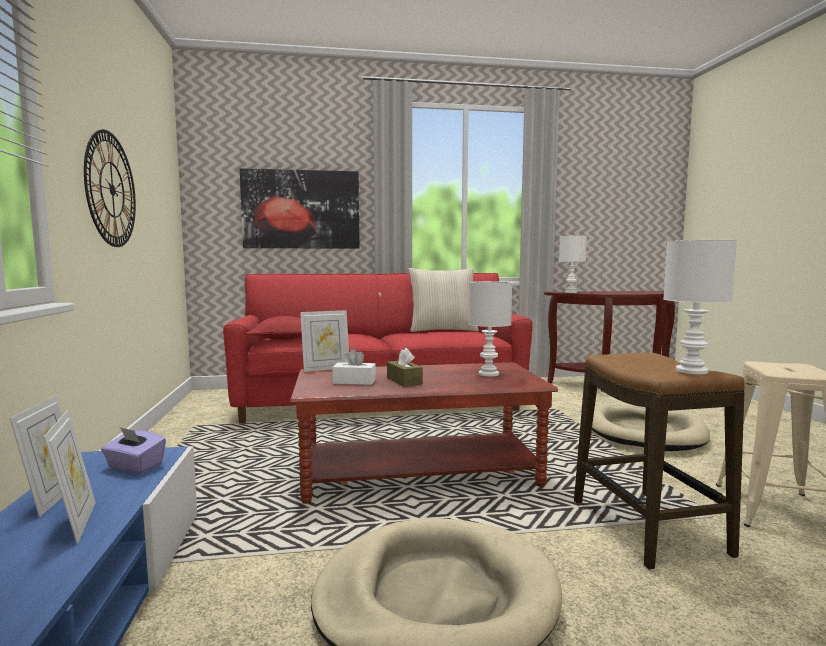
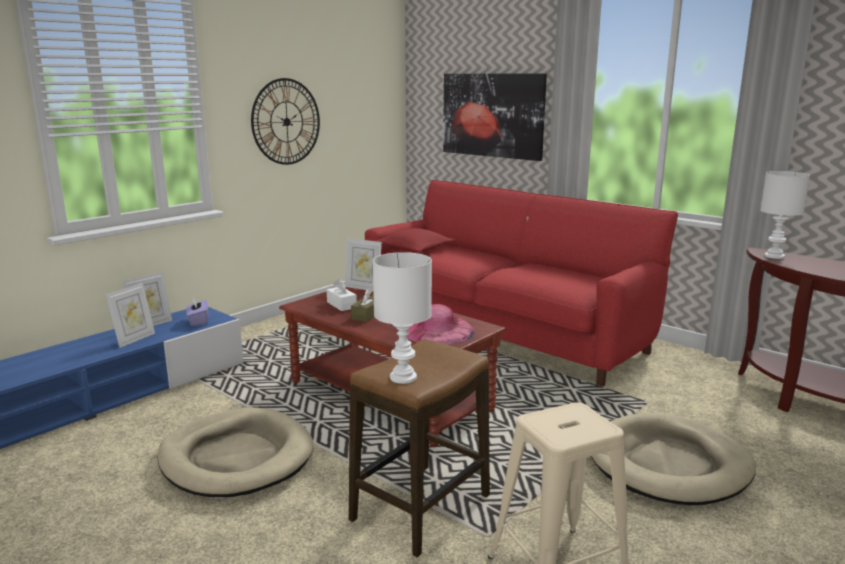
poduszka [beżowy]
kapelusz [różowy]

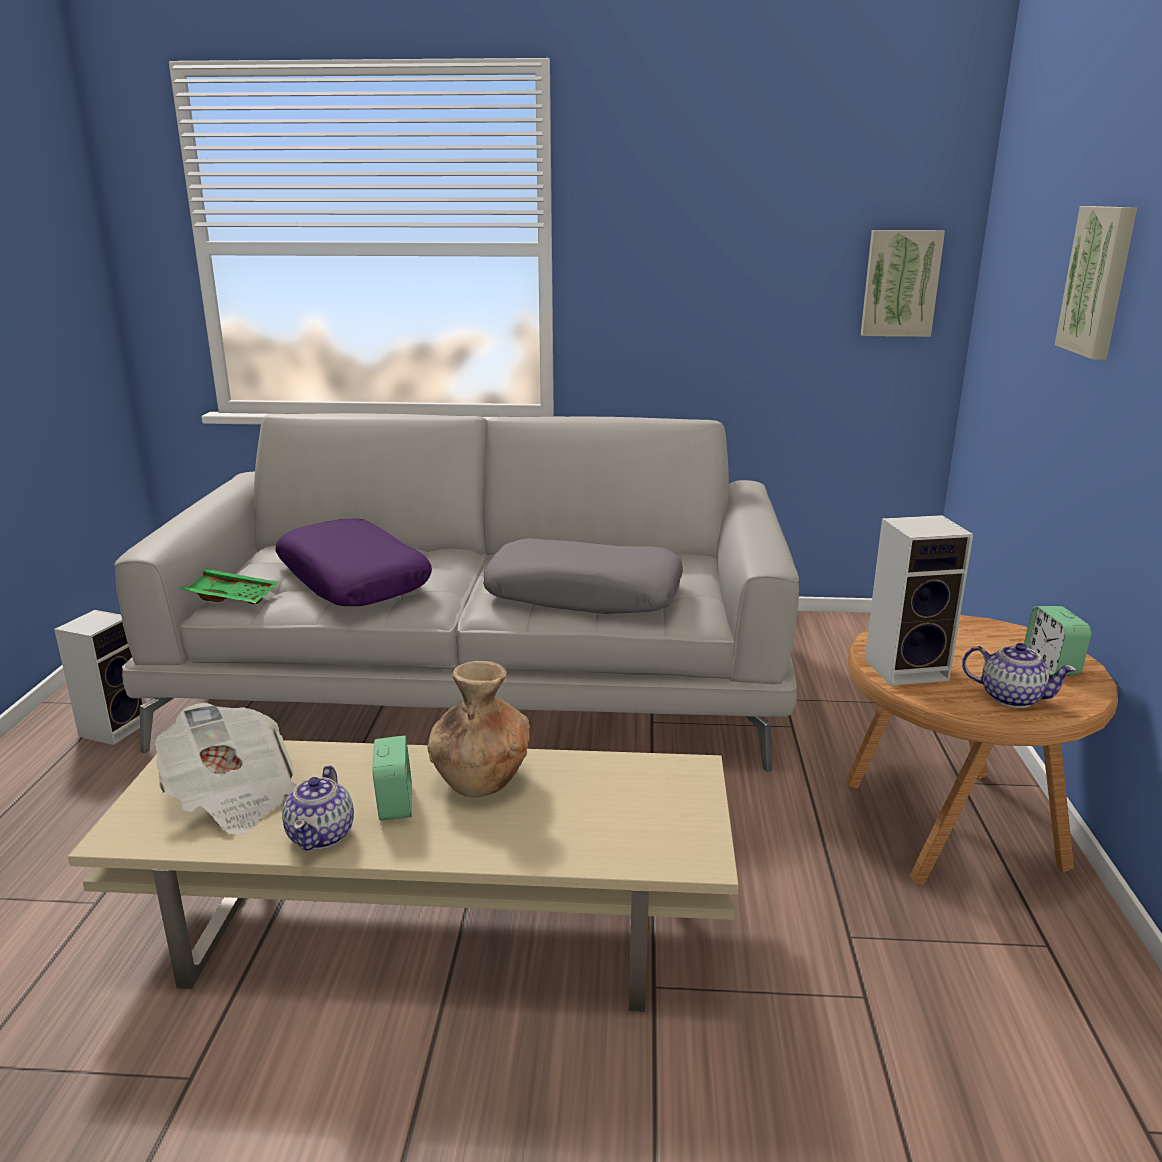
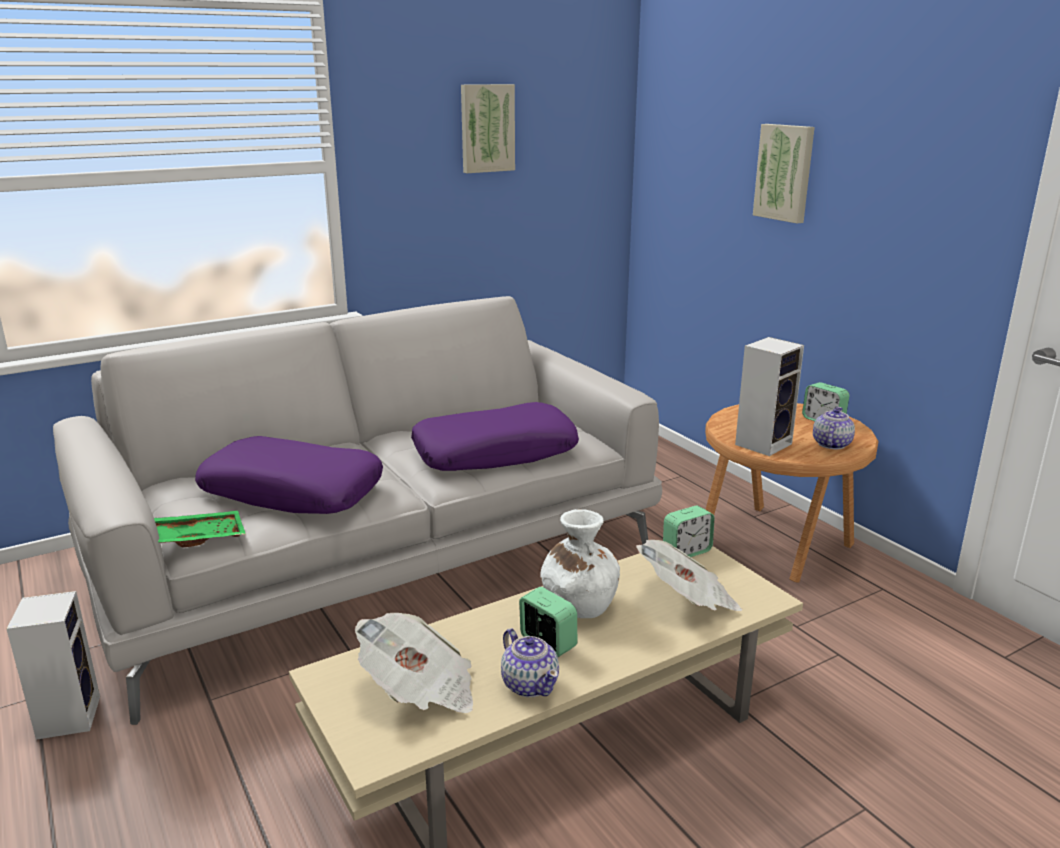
wazon [biały]
poduszka [fioletowy] (no. 2 from left)
obraz (no. 1 from left)
imbryk (no. 2 from left)
gazeta (no. 2 from left)
budzik (no. 2 from left)

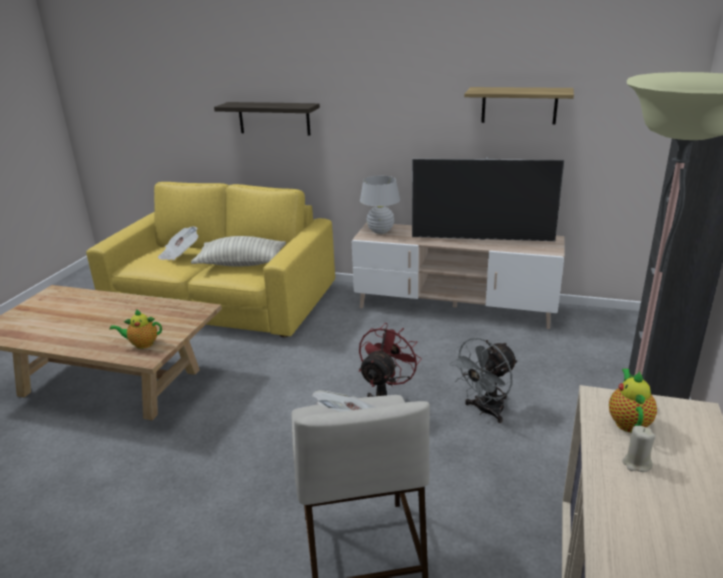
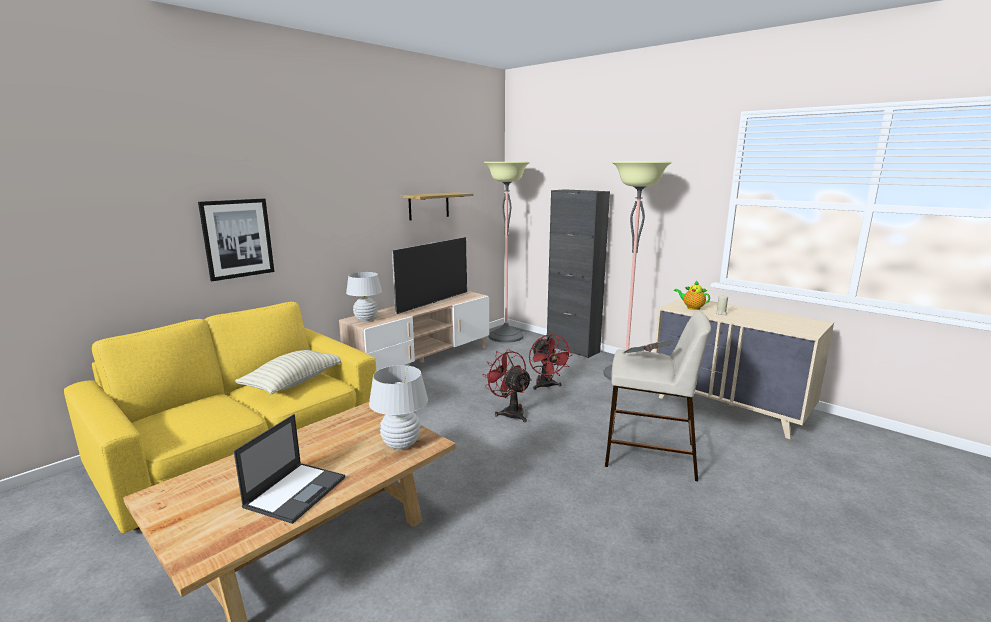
lampa stołowa [biały] (no. 2 from left)
gazeta (no. 1 from left in the first image)
obraz
wentylator [czerwony] (no. 2 from left)
laptop
lampa stojąca (no. 1 from left)

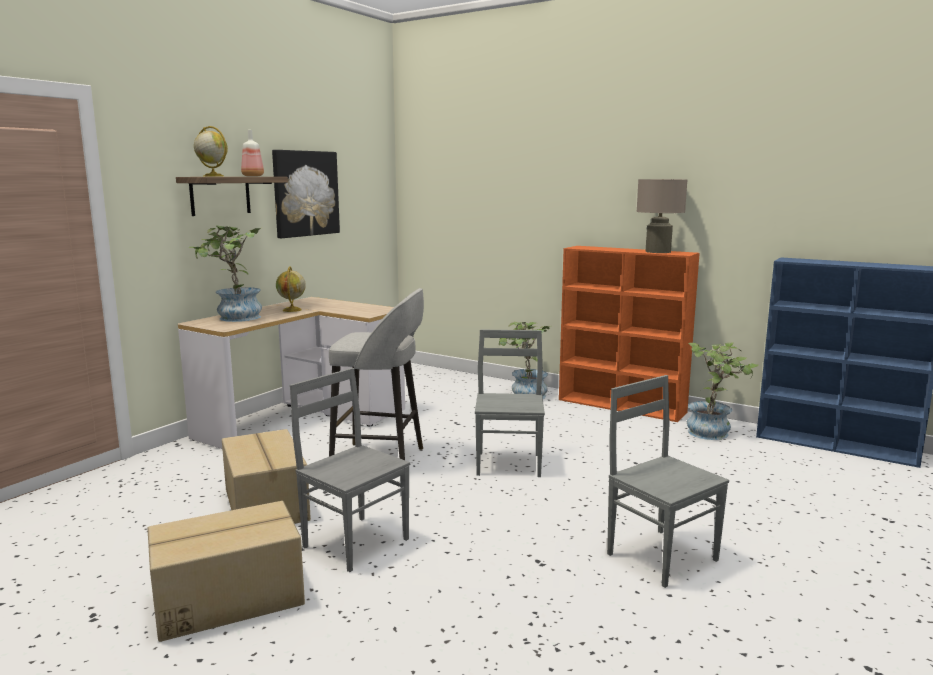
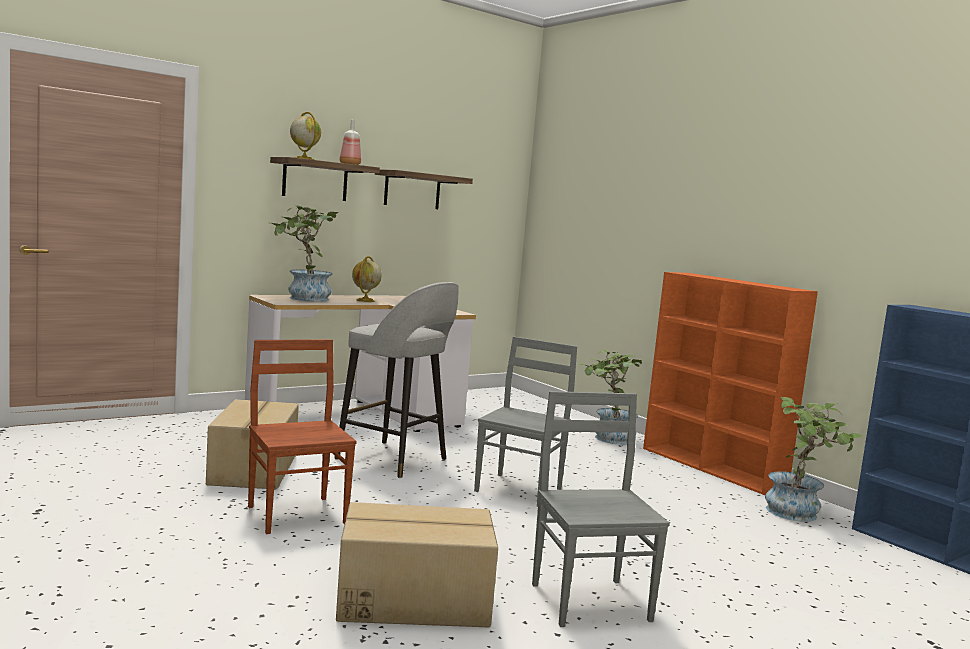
karton (no. 2 from left)
półka (no. 2 from left)
krzesło [brązowy]
lampa stołowa [beżowy]

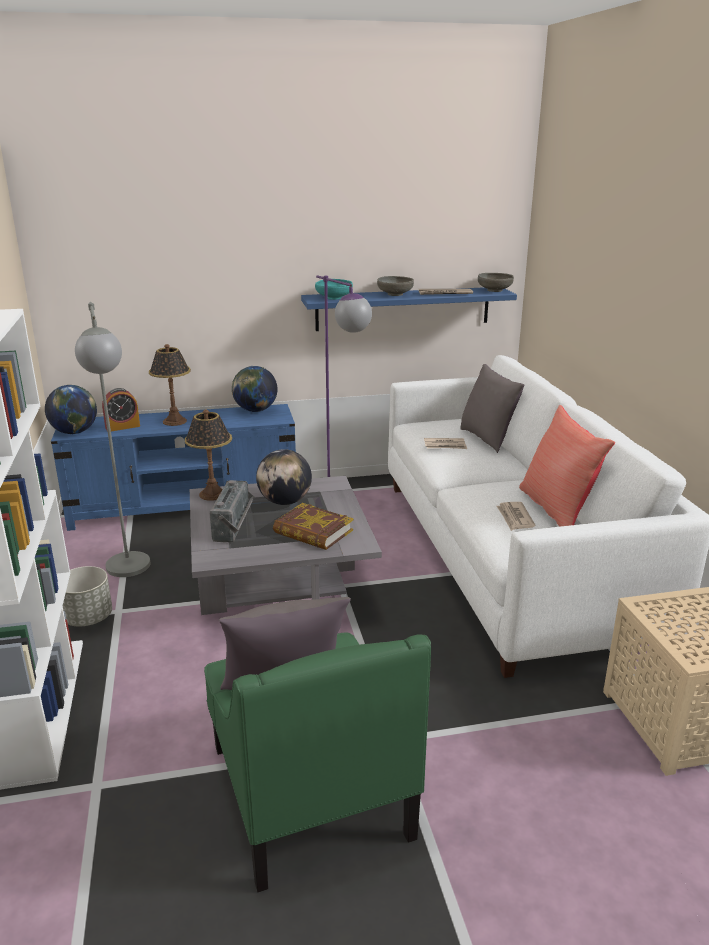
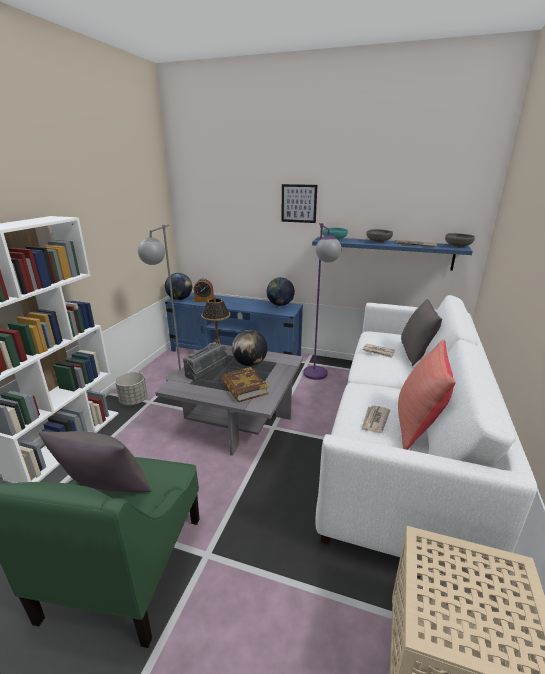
lampa stołowa (no. 1 from left in the first image)
obraz

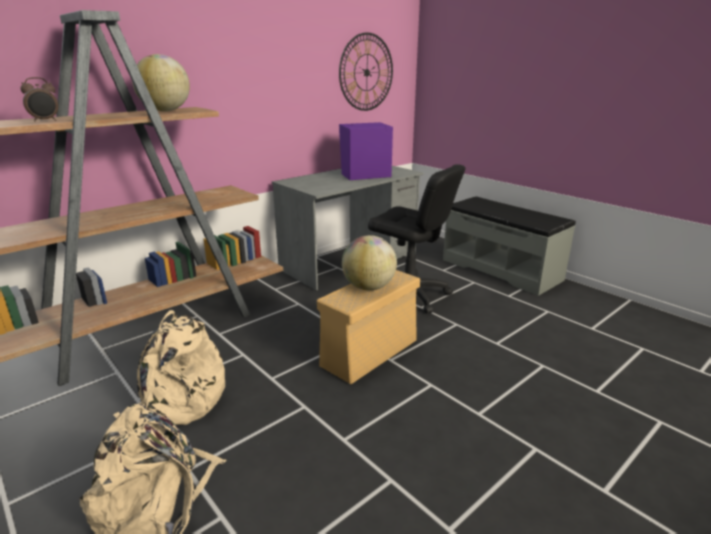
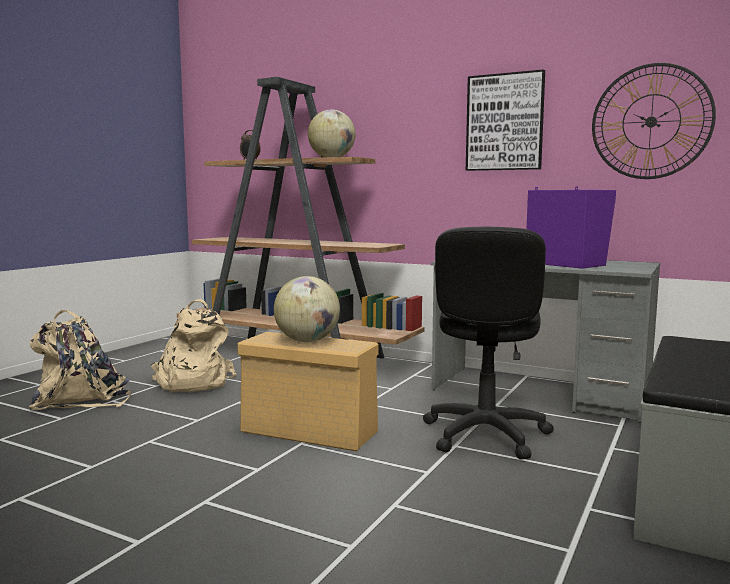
obraz

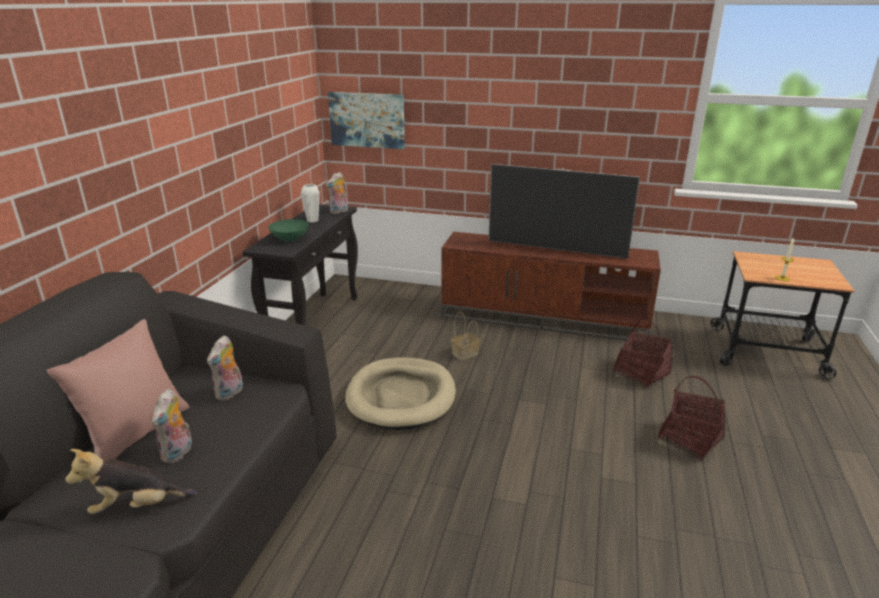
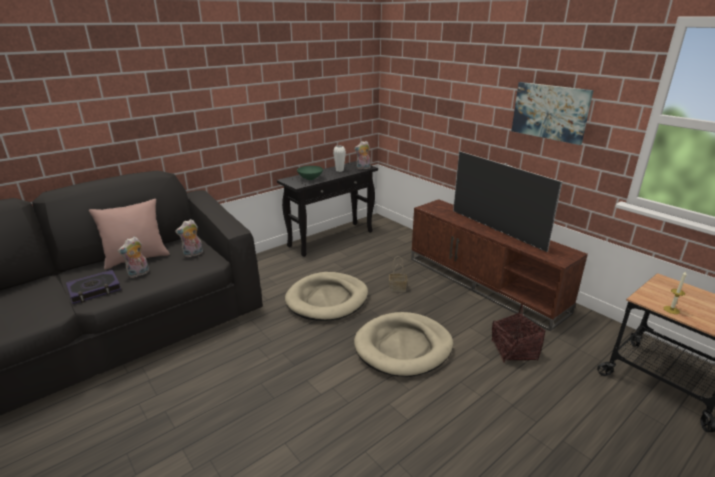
książka
obraz
koszyk (no. 3 from left in the first image)
legowisko [beżowy] (no. 2 from left)

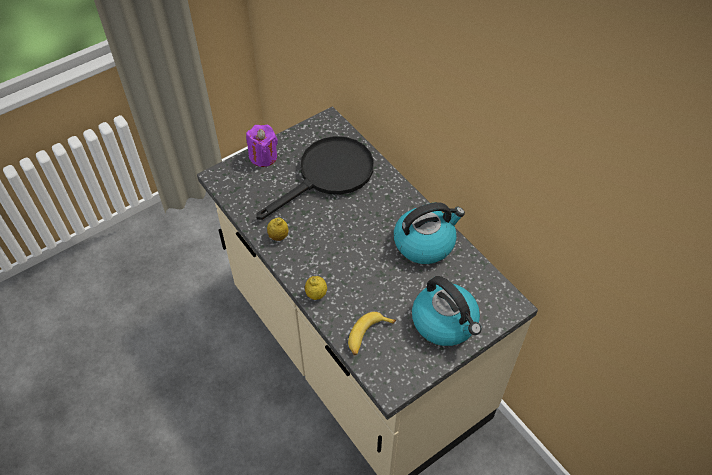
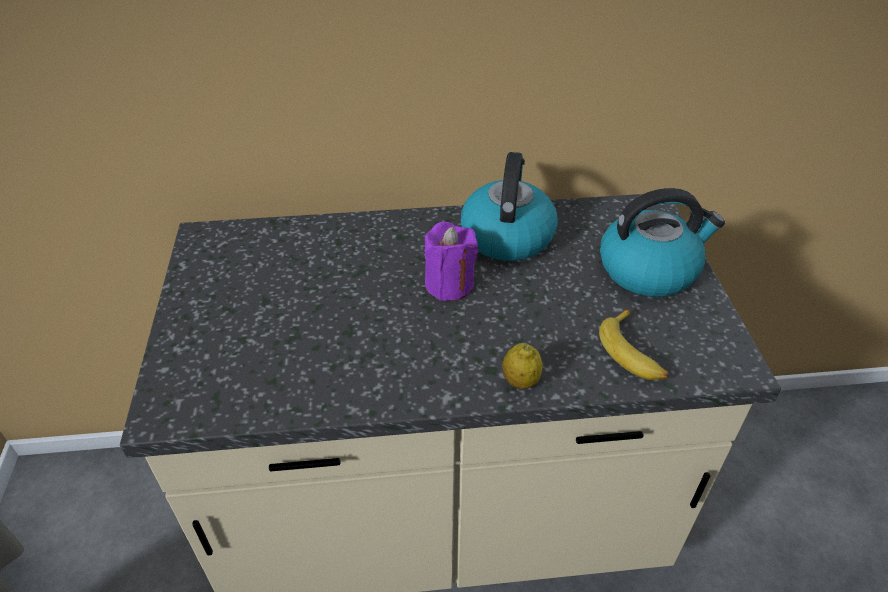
świeca [fioletowy]
patelnia [czarny]
cytryna (no. 1 from left in the first image)

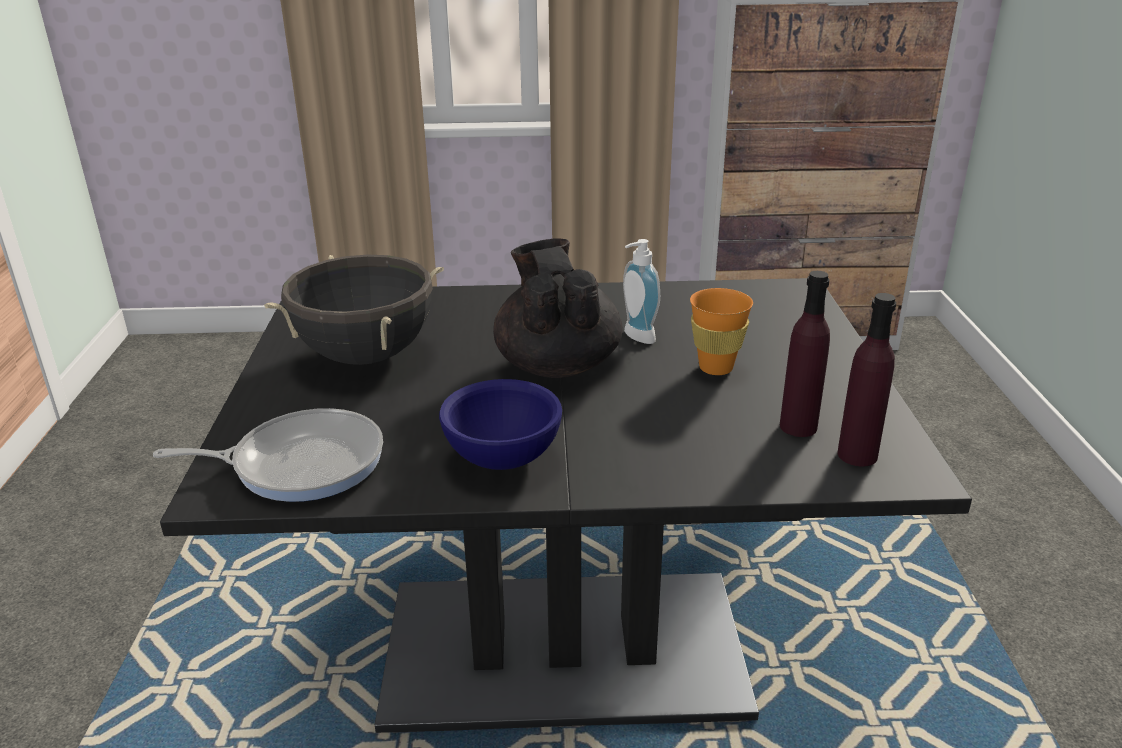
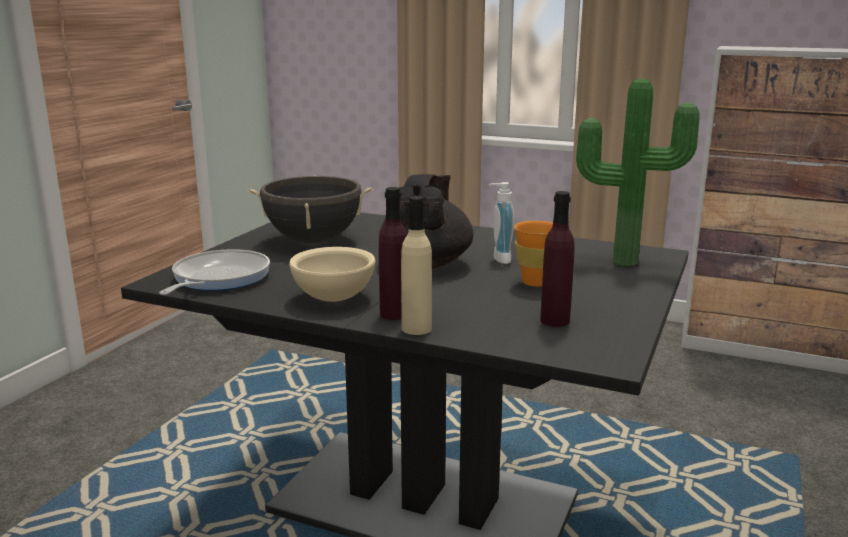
patelnia
miska [beżowy]
butelka [fioletowy] (no. 1 from left)
butelka [beżowy]
roślina doniczkowa

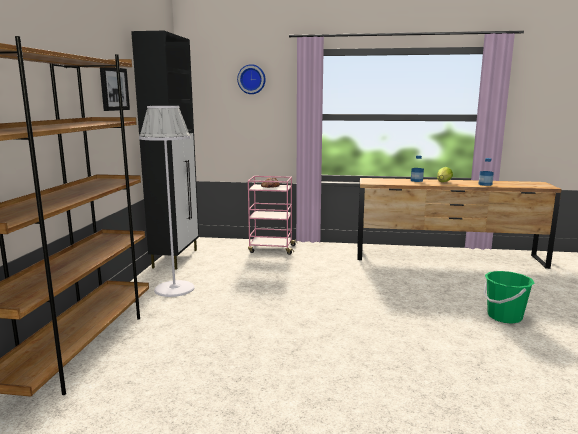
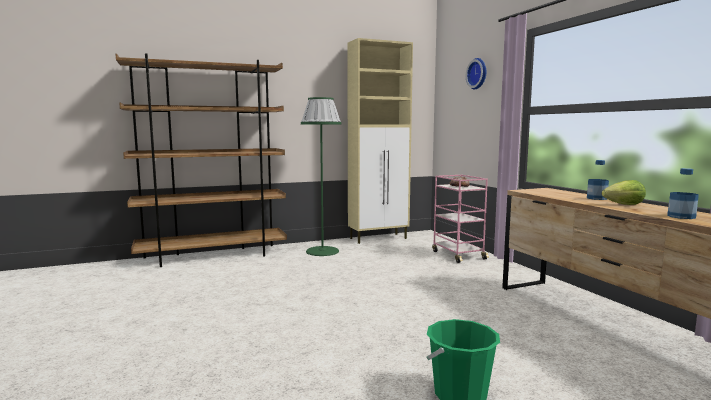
obraz
szafka [beżowy]
lampa stojąca [zielony]

